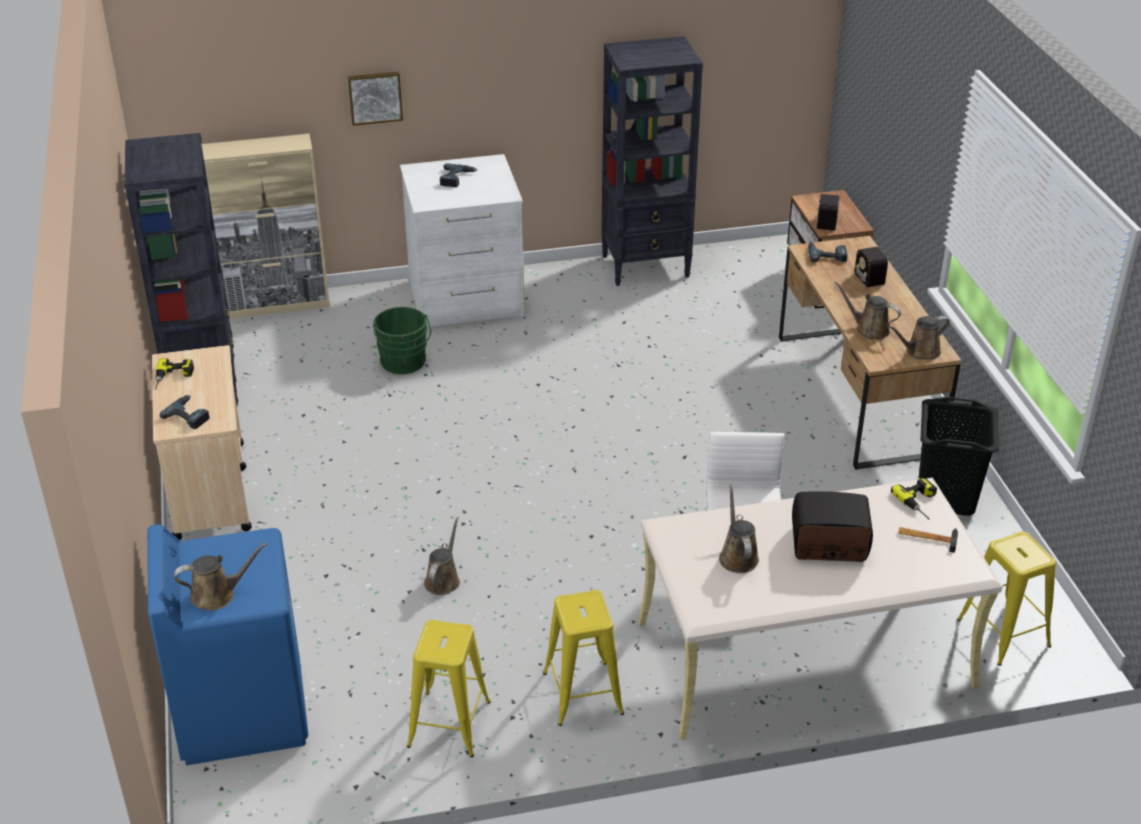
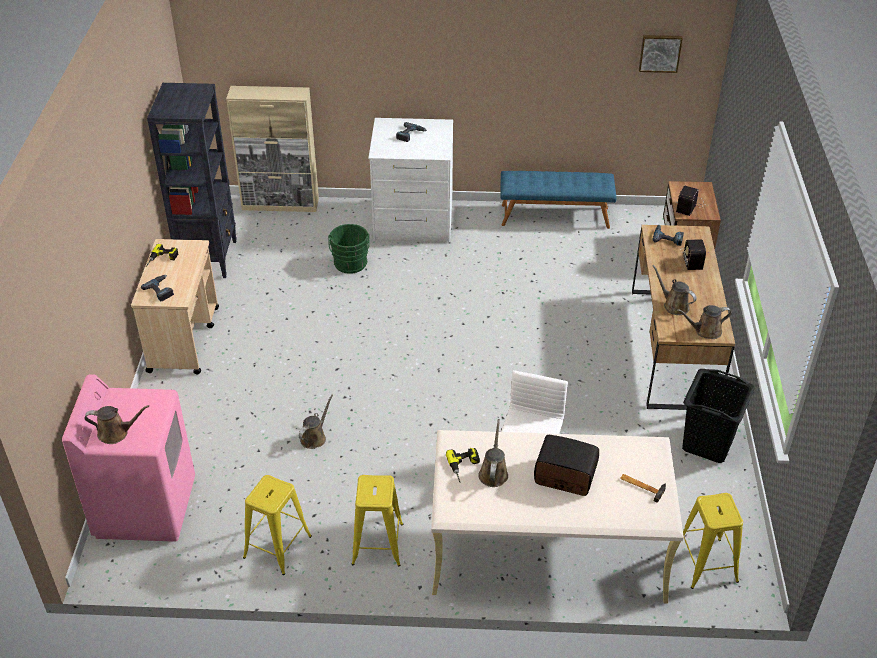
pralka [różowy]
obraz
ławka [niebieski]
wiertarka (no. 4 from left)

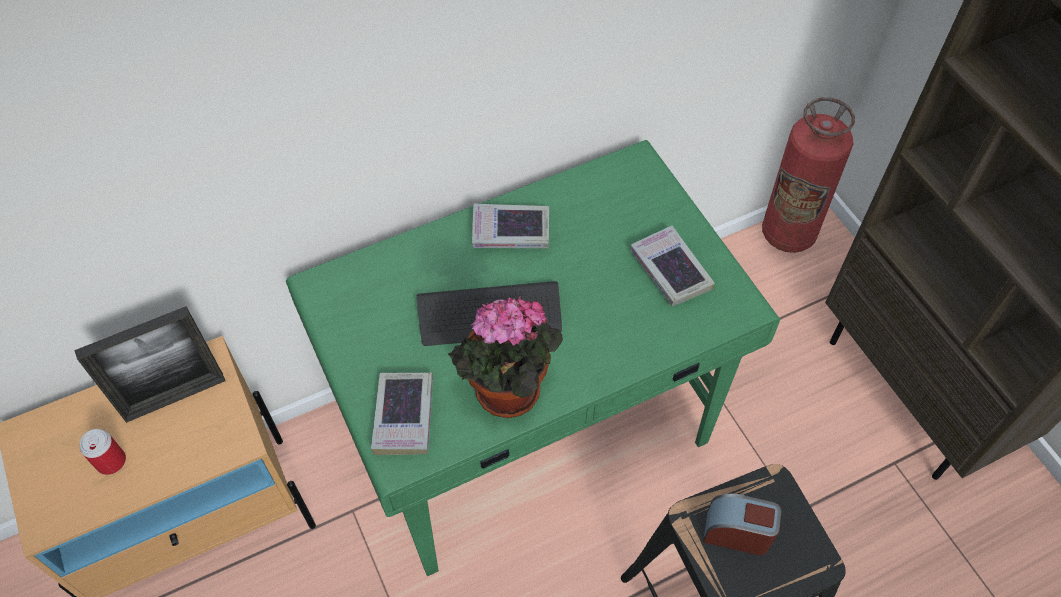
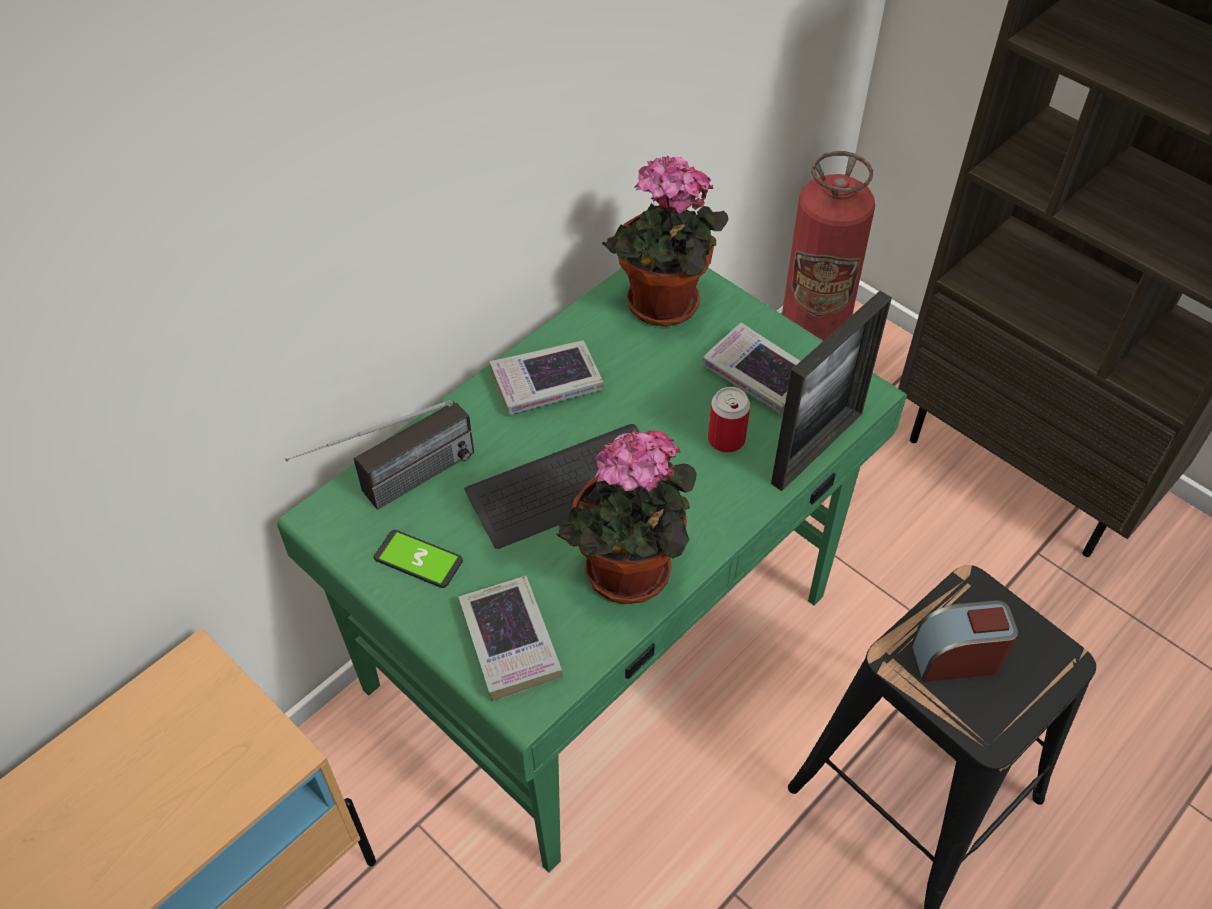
ramka na zdjęcie
puszka
radio
telefon
roślina doniczkowa (no. 2 from left)

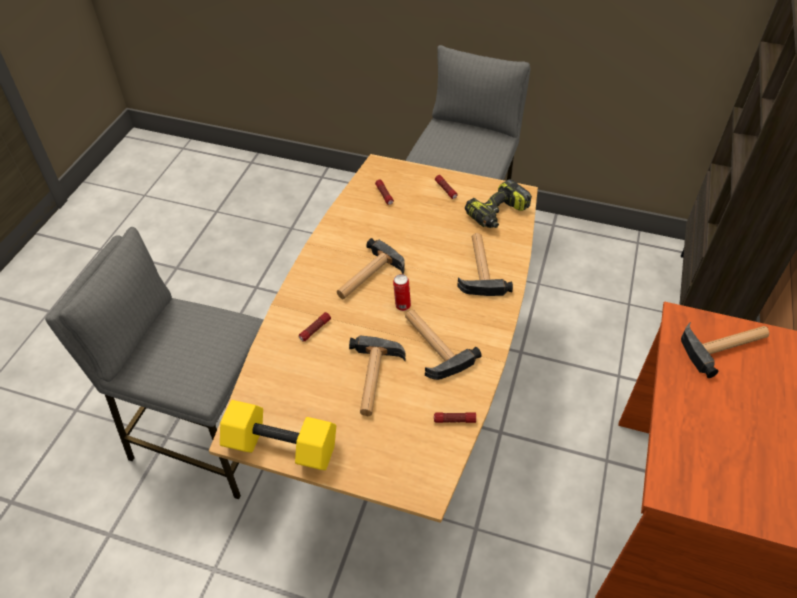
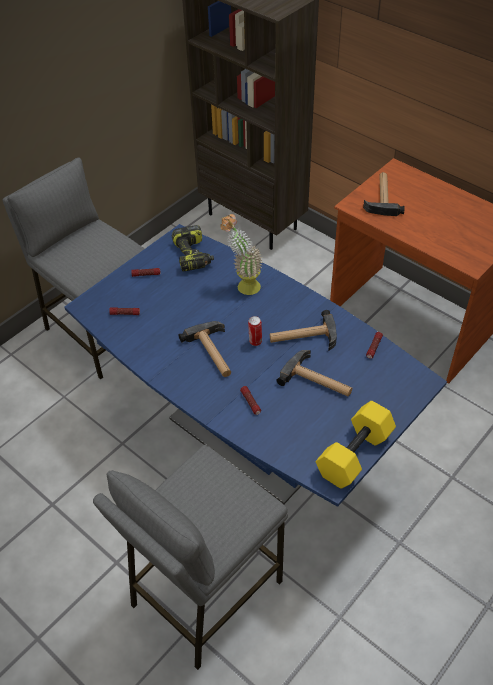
stół jadalny [niebieski]
roślina doniczkowa

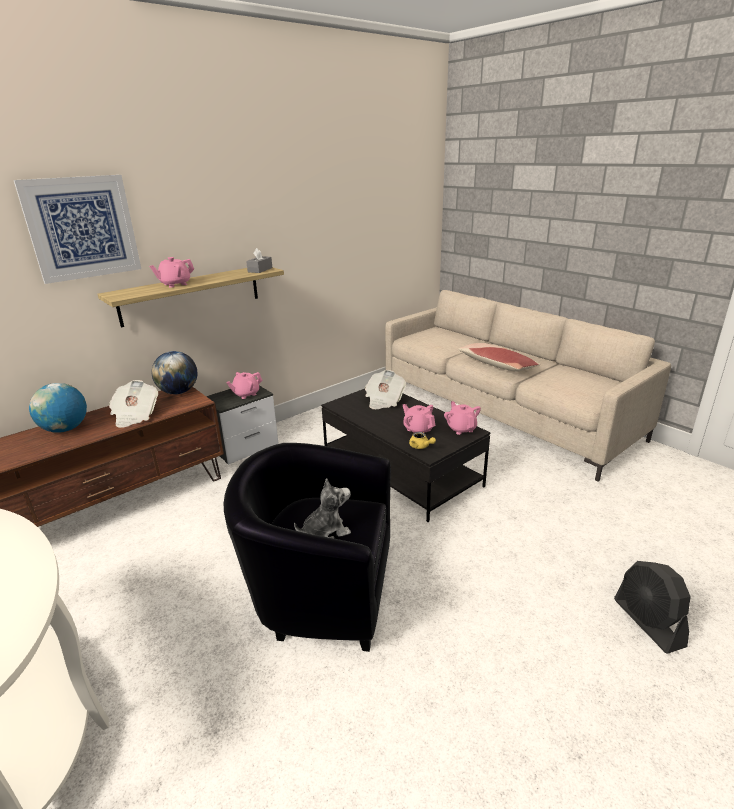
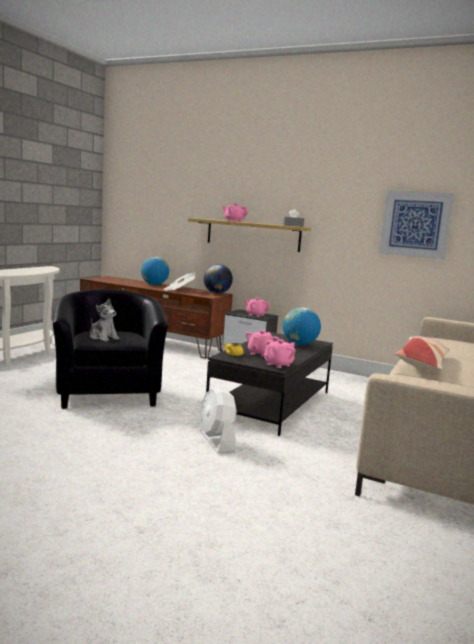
obraz
globus (no. 3 from left)
wentylator [czarny]
wentylator [biały]

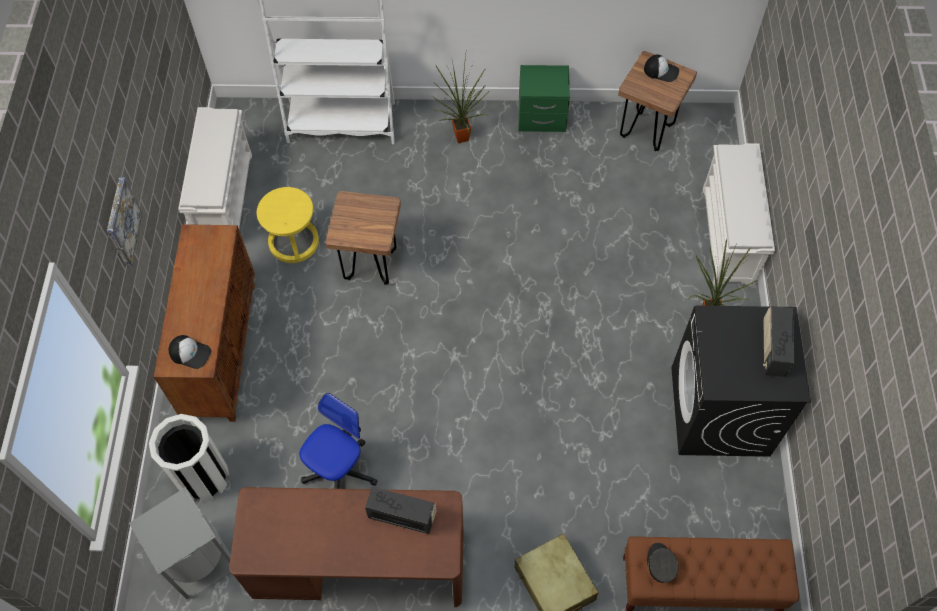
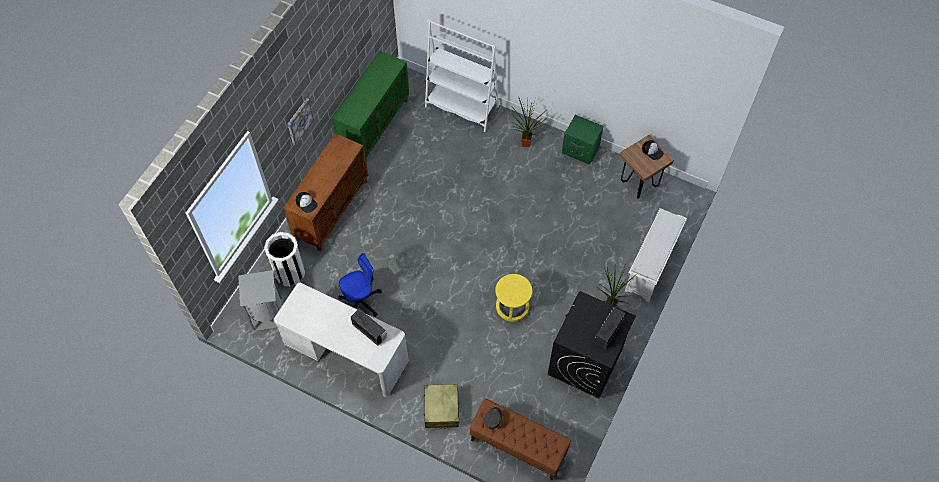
szafka [zielony]
biurko [biały]
stołek [żółty]
stołek [brązowy] (no. 1 from left in the first image)

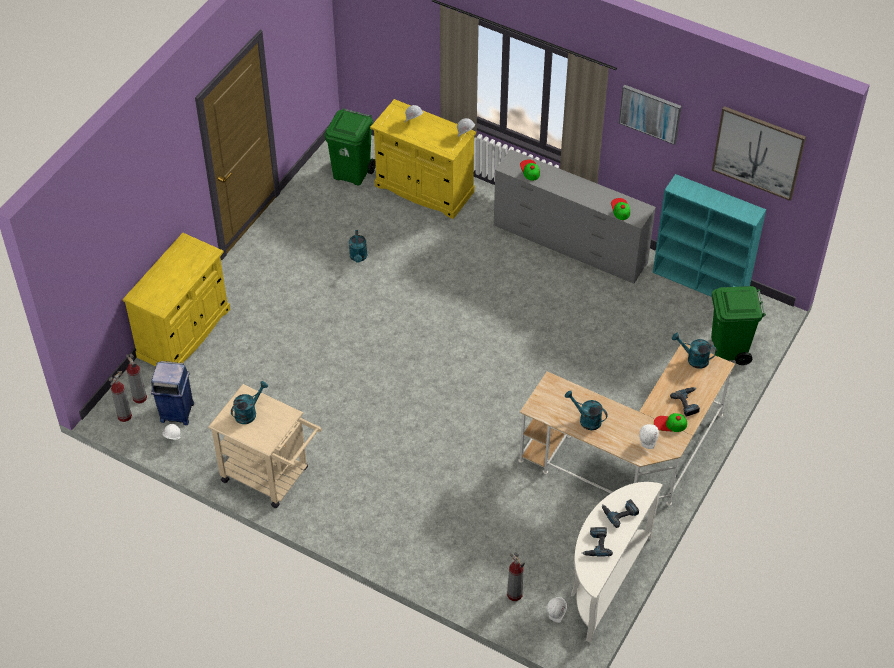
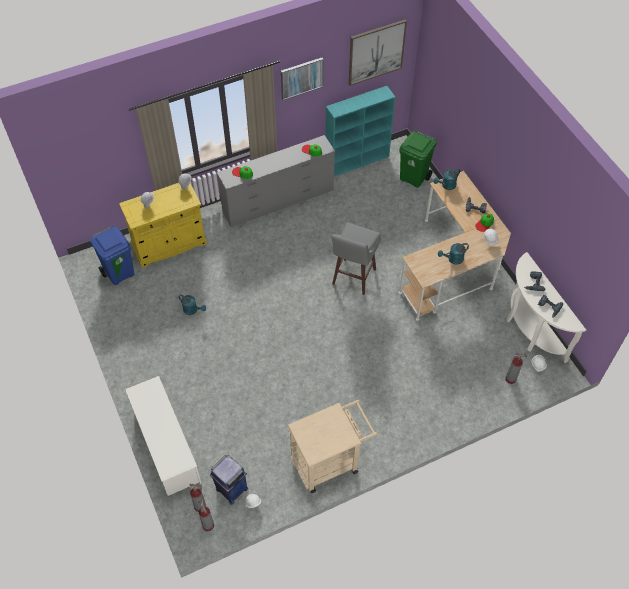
regał na buty [biały]
konewka [turkusowy] (no. 1 from left in the first image)
kosz na śmieci [niebieski] (no. 1 from left)
stołek [szary]

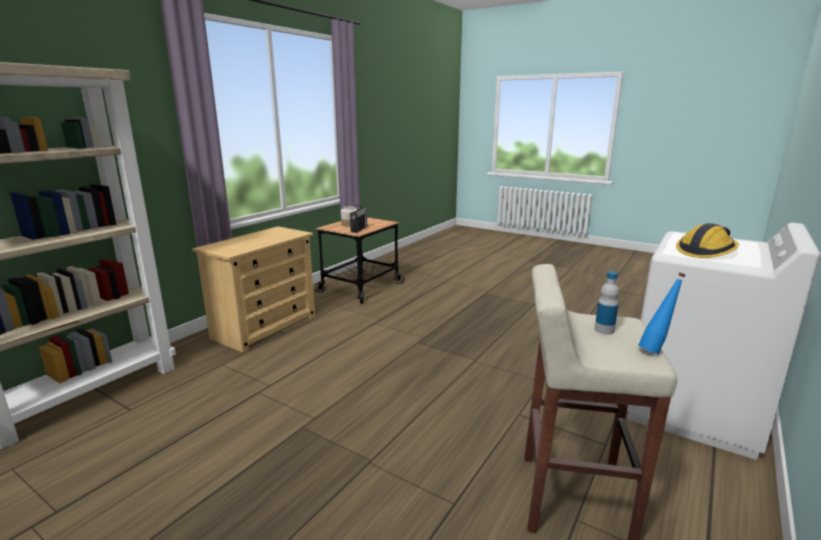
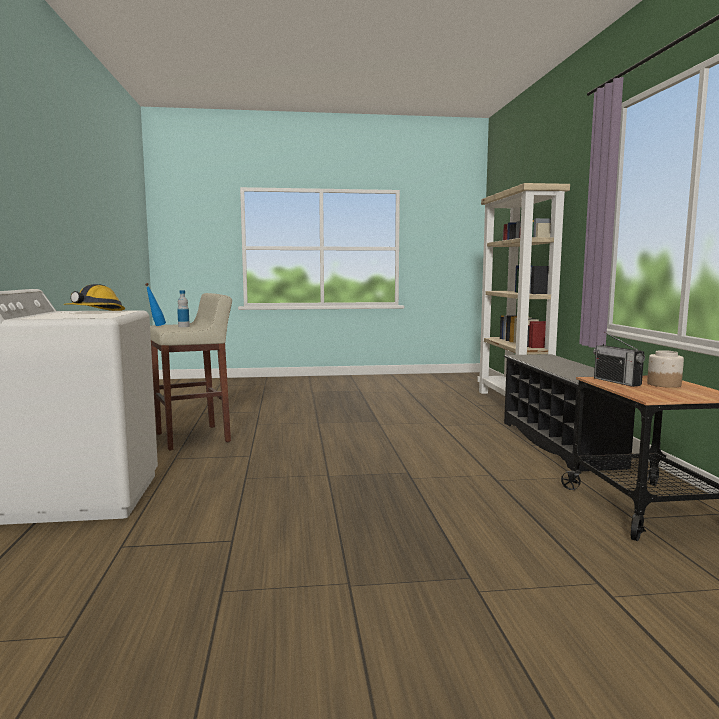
regał na buty [czarny]

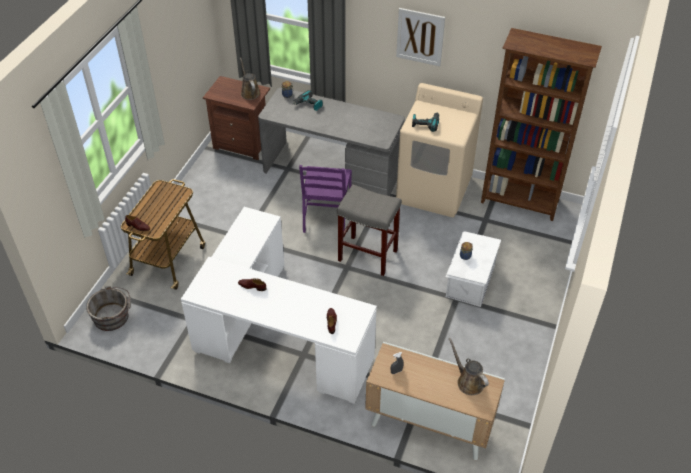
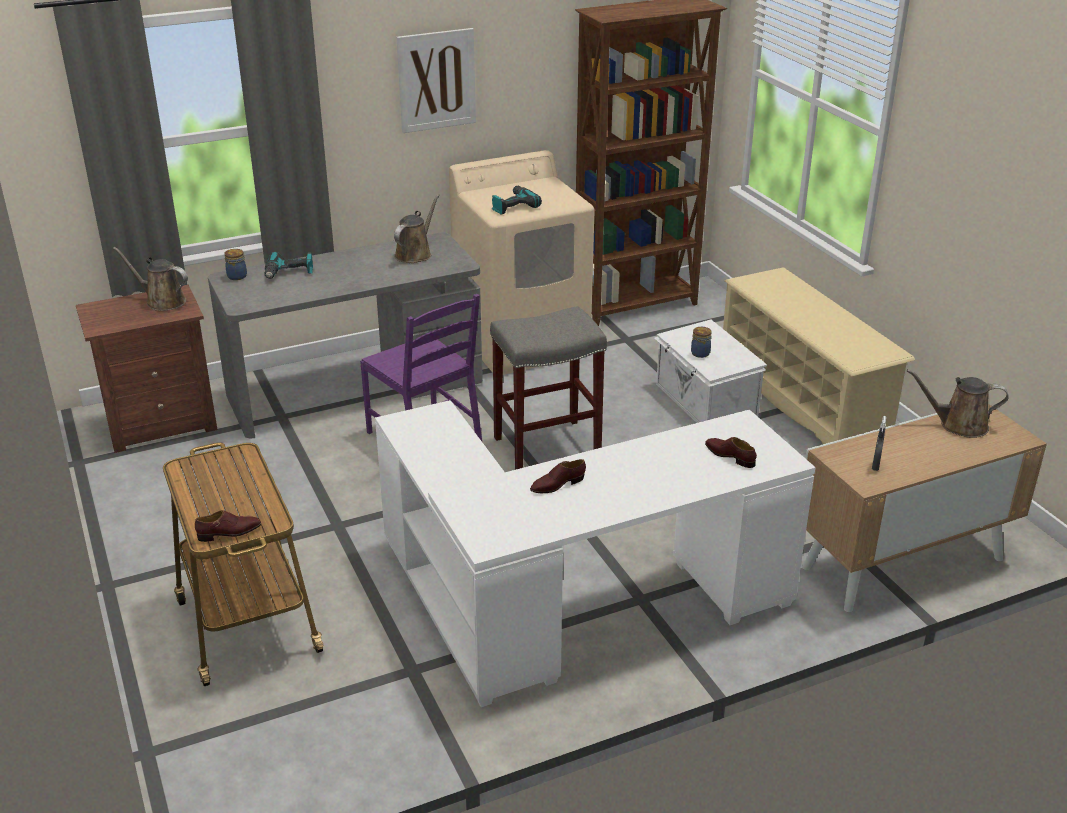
wiadro [szary]
konewka [brązowy] (no. 2 from left)
regał na buty [beżowy]

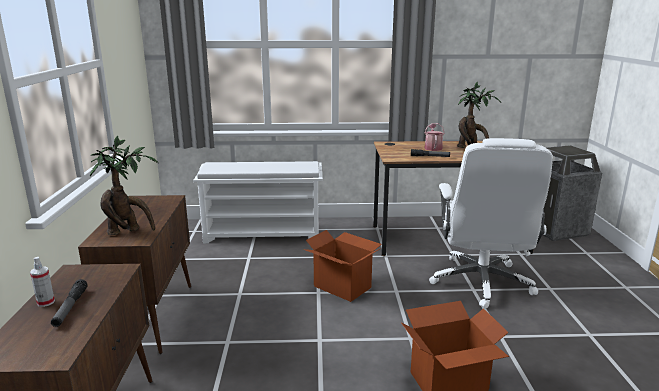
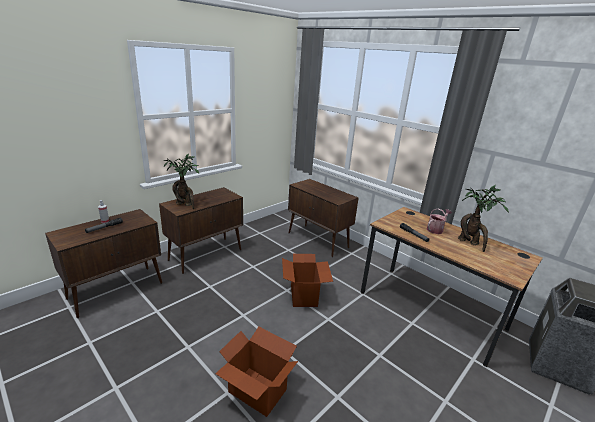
szafka [brązowy] (no. 3 from left)
krzesło biurowe [biały]

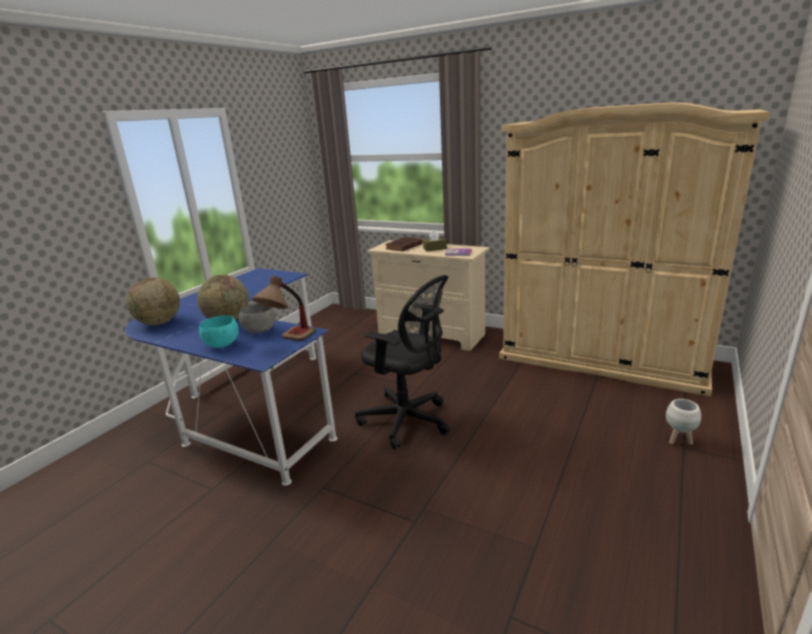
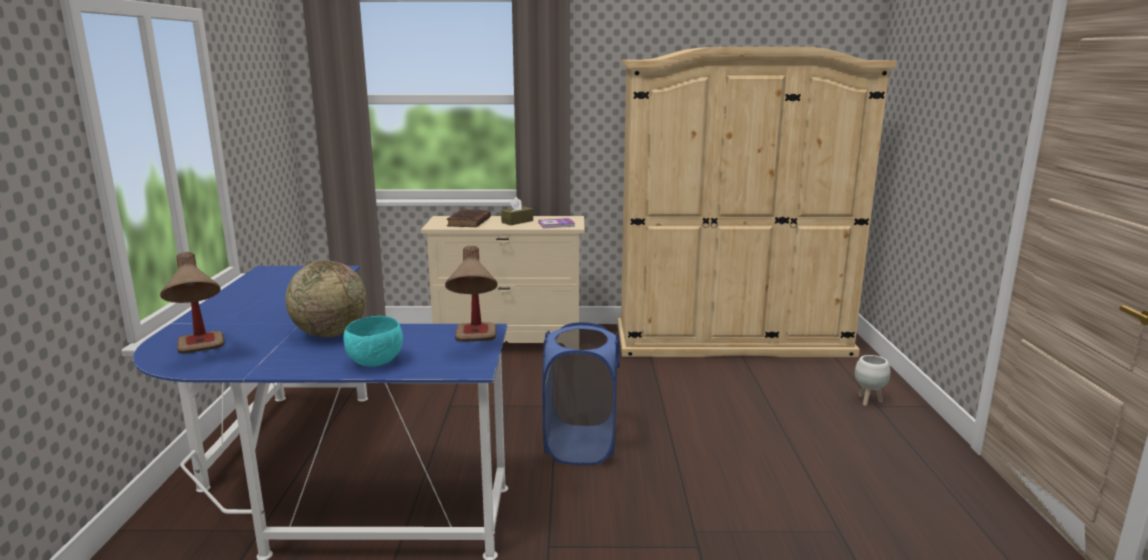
lampa stołowa (no. 1 from left)
miska [szary]
kosz na pranie [niebieski]

